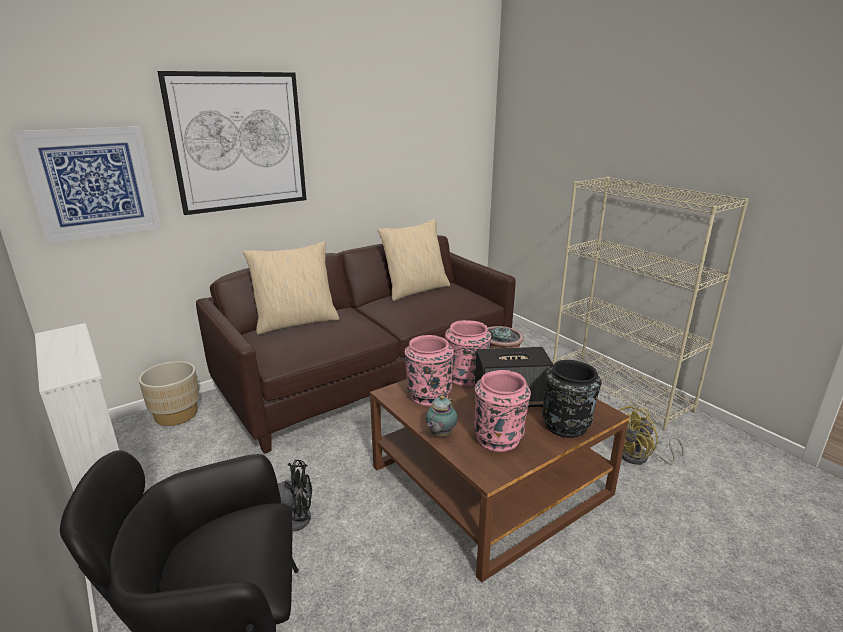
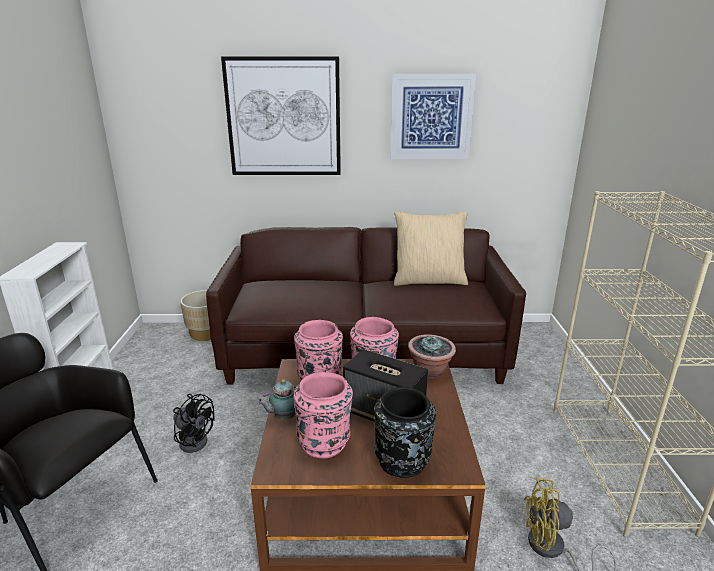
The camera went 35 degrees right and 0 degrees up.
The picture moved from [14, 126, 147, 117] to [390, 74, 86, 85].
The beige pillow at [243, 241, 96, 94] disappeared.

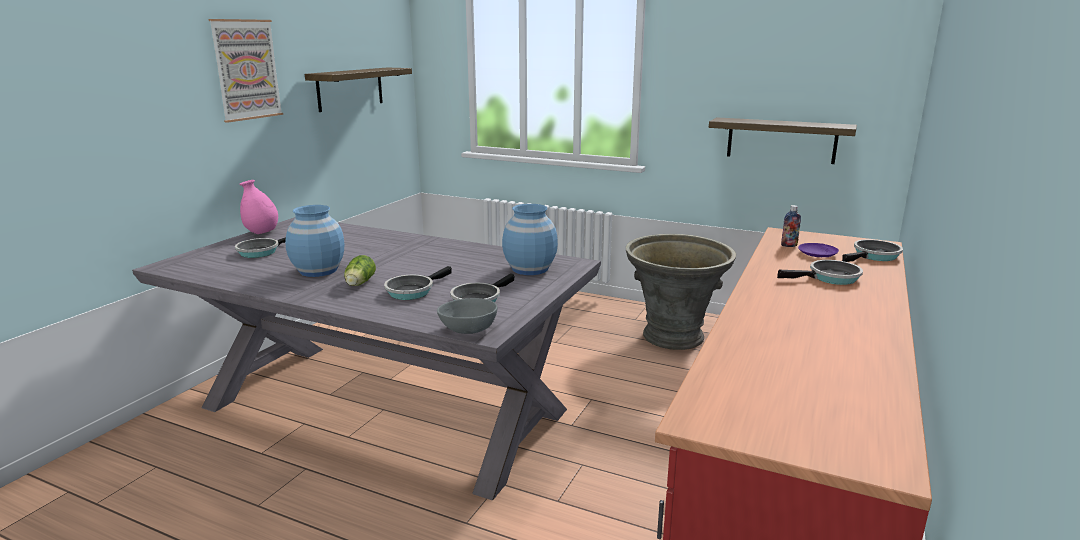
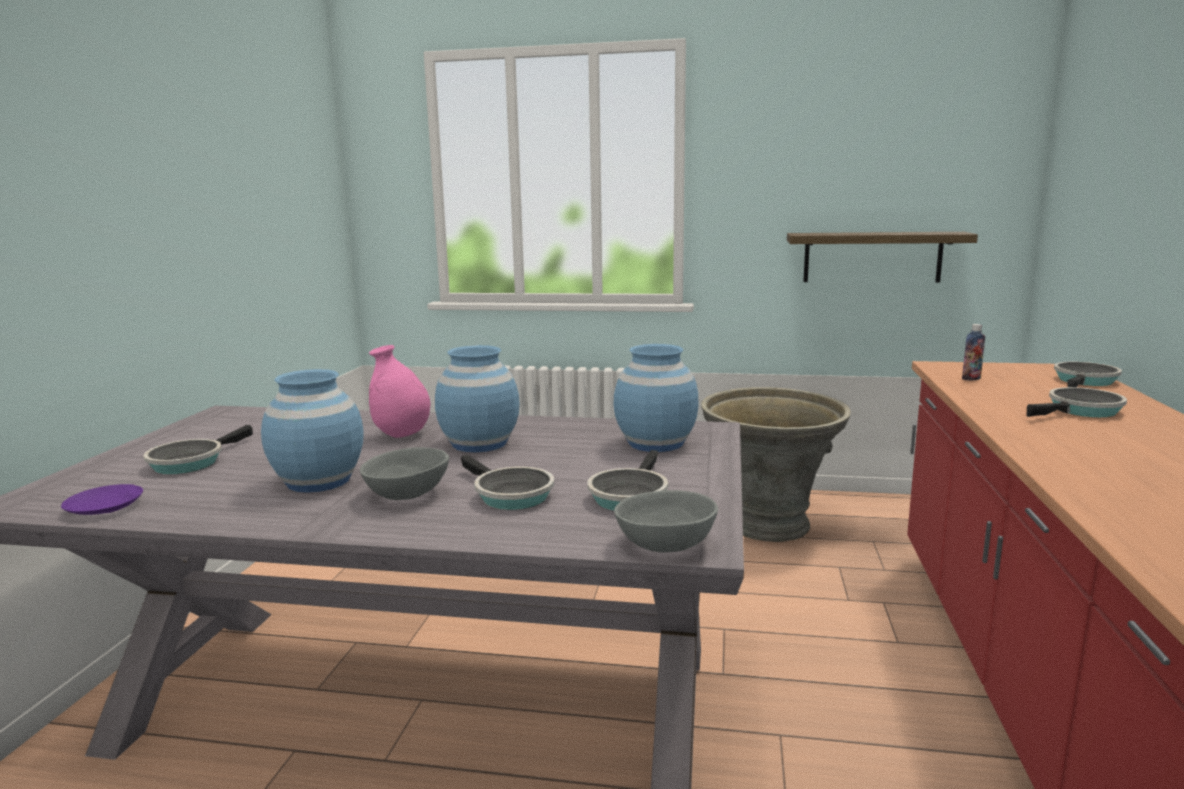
The camera went 15 degrees left and 5 degrees down.
The picture at [209, 19, 74, 104] disappeared.
The pink vase moved from [239, 180, 39, 54] to [369, 345, 61, 93].
The shelf at [305, 68, 107, 44] disappeared.
The lettuce at [344, 255, 32, 31] was replaced by the grey bowl at [360, 447, 89, 53].
The frying pan at [384, 266, 68, 34] turned 60 degrees counterclockwise.
The purple plate moved from [798, 243, 41, 14] to [61, 484, 82, 31].
The blue vase at [435, 345, 85, 107] appeared.

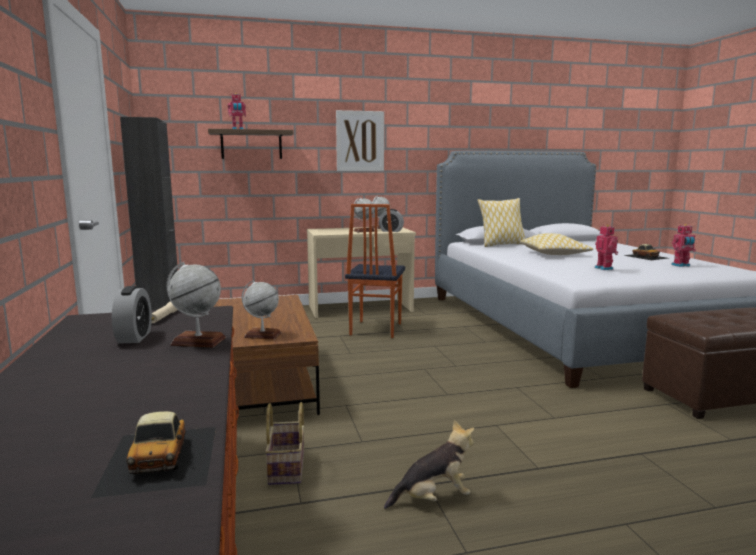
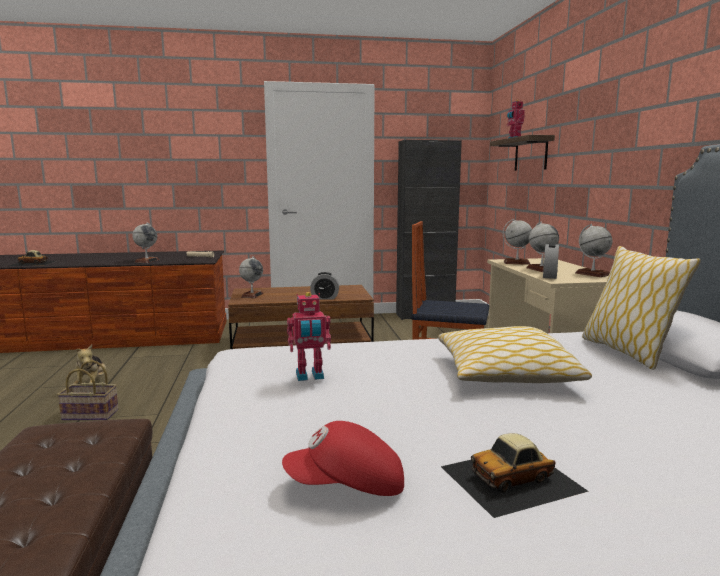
The camera went 95 degrees right and 0 degrees up.
The alarm clock moved from [112, 286, 40, 58] to [310, 272, 29, 28].
The basket moved from [265, 402, 39, 83] to [57, 360, 61, 60].
The picture at [336, 110, 48, 61] disappeared.
The toy robot at [671, 224, 25, 43] was replaced by the red cap at [282, 421, 122, 75].
The globe at [503, 219, 29, 46] appeared.

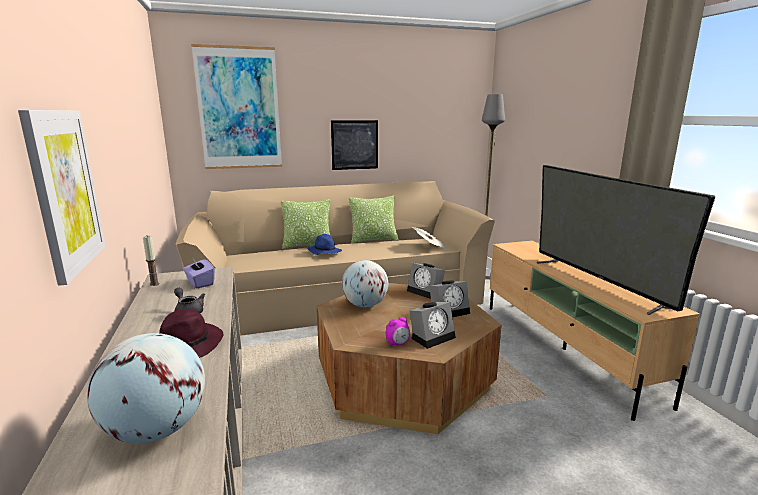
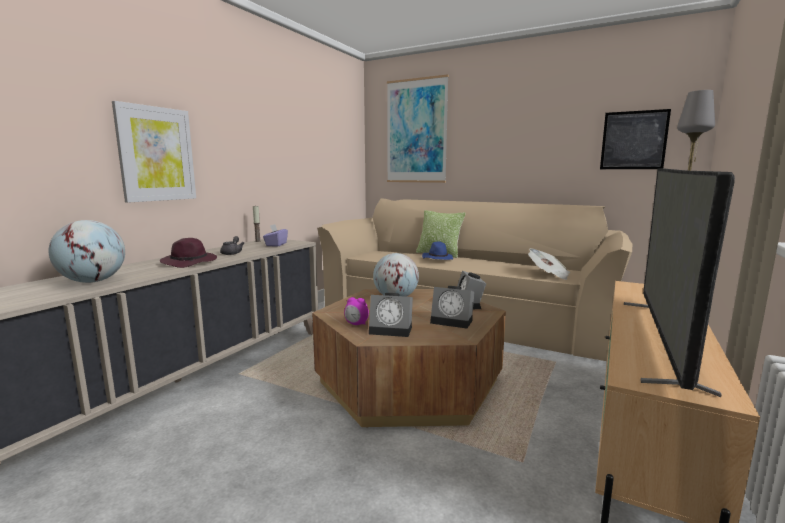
The camera went 45 degrees right and 5 degrees down.
The picture moved from [331, 120, 47, 50] to [600, 109, 71, 60].
The pillow at [349, 196, 50, 48] disappeared.

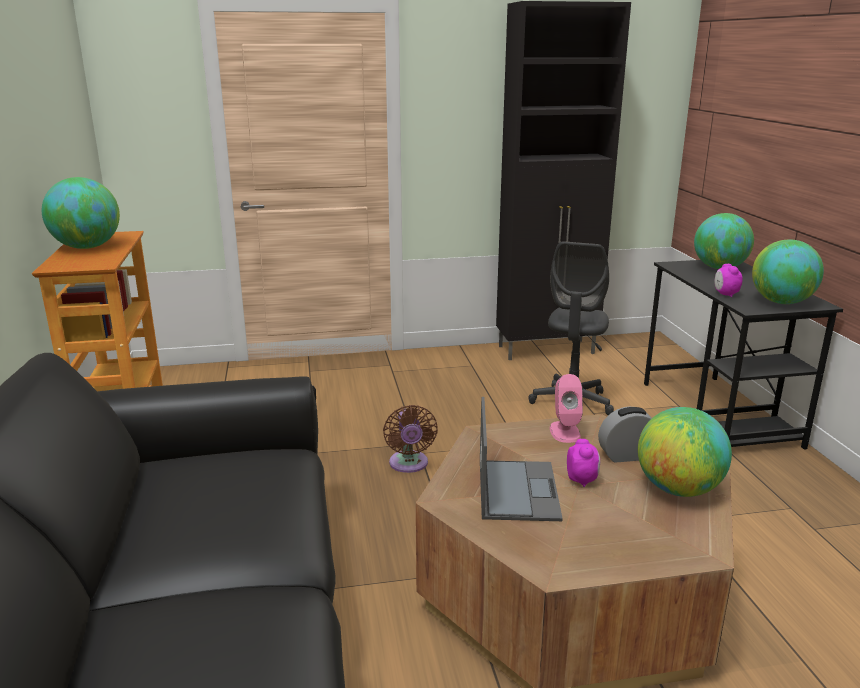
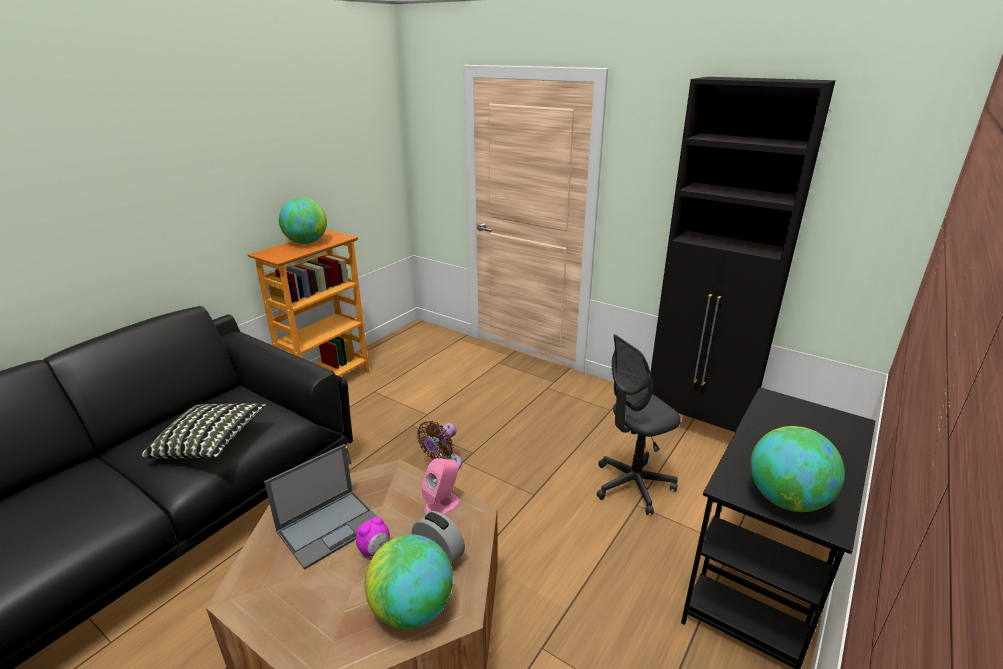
The camera went 45 degrees right and 5 degrees up.
The globe at [694, 213, 60, 56] disappeared.
The alarm clock at [714, 264, 29, 33] disappeared.
The pillow at [141, 403, 125, 56] appeared.

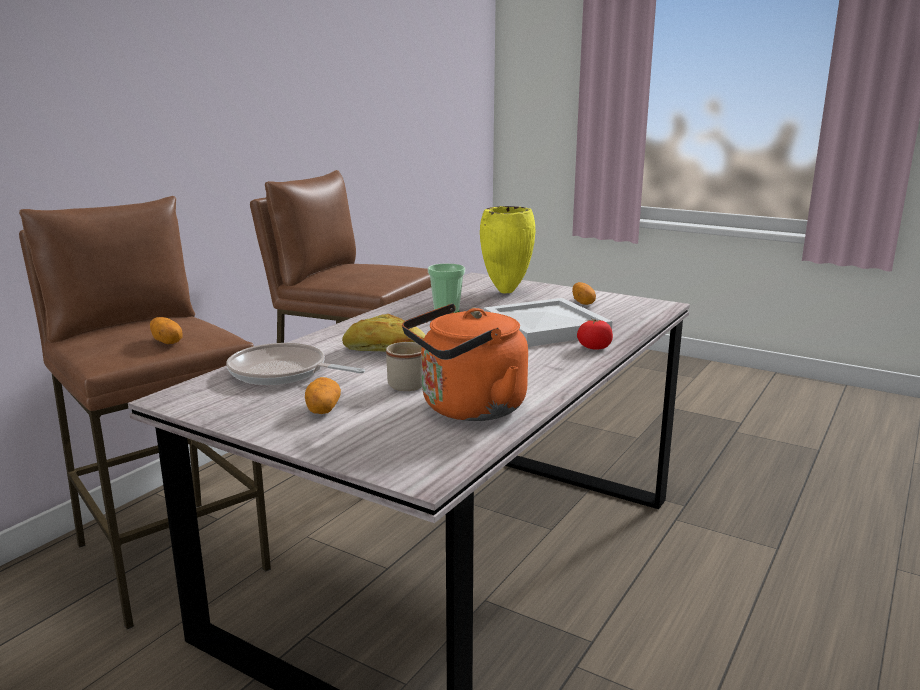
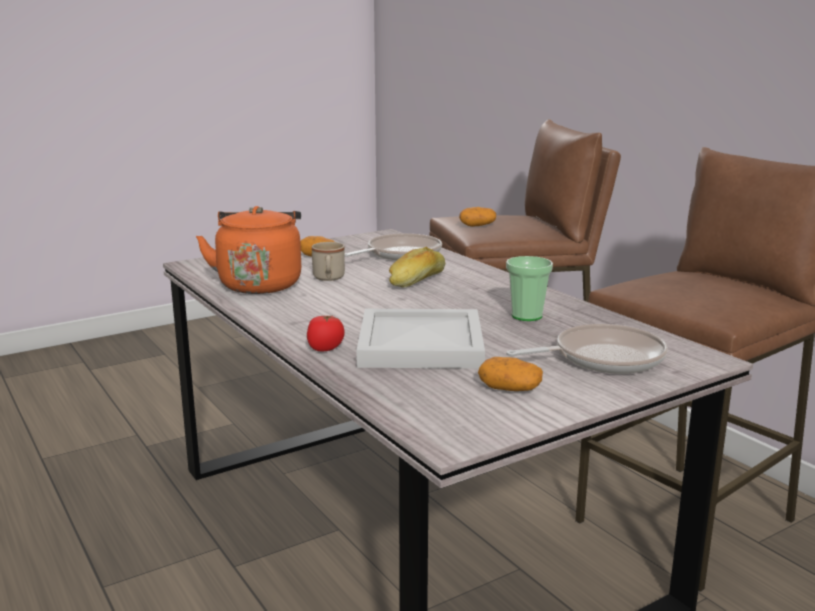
The camera went 115 degrees right and 0 degrees up.
The yellow vase at [480, 206, 55, 88] was replaced by the frying pan at [506, 324, 162, 50].

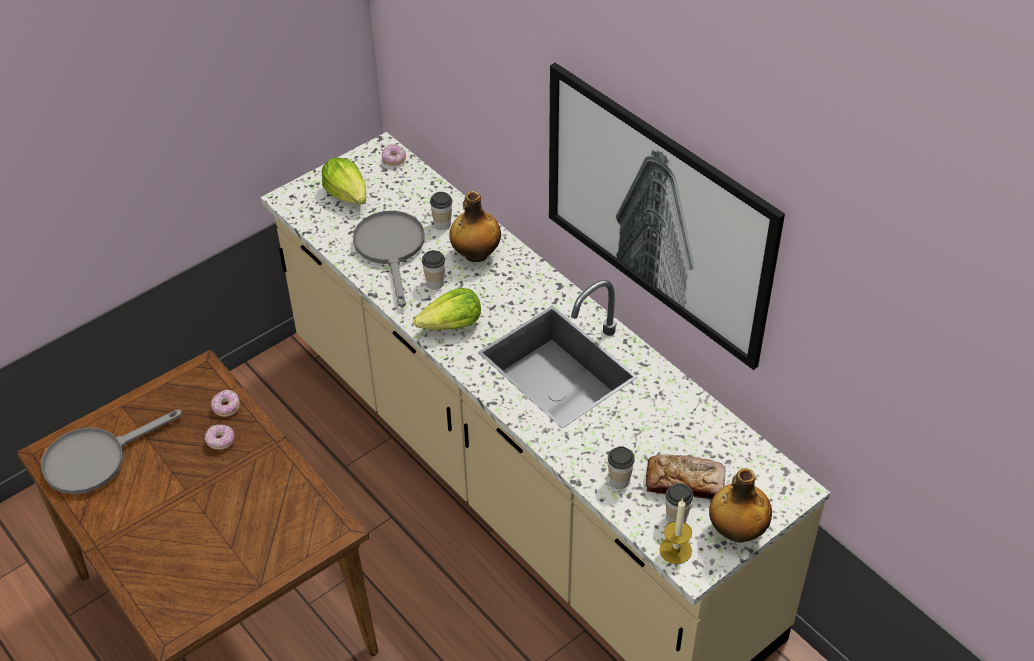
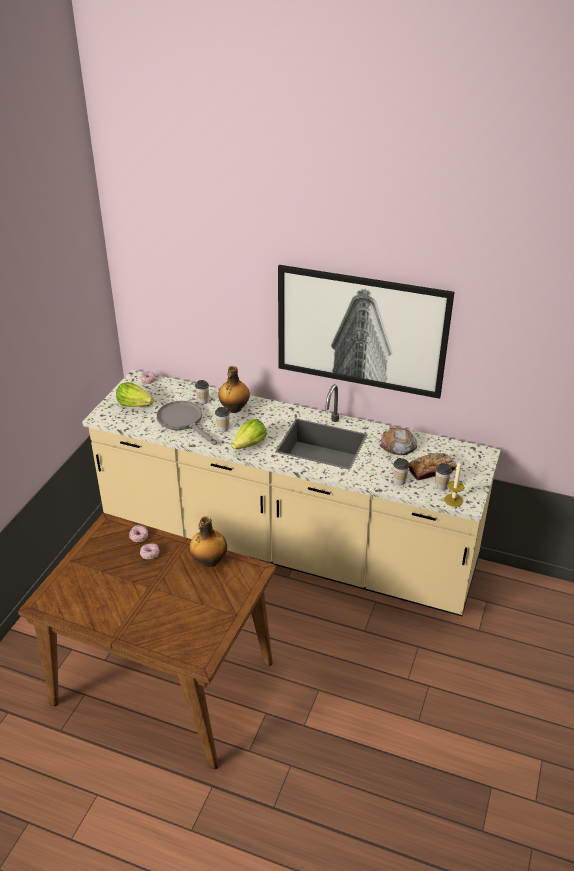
The camera went 30 degrees left and 10 degrees down.
The grey frying pan at [41, 410, 141, 84] disappeared.
The bottle moved from [709, 468, 63, 75] to [189, 516, 38, 51].
The bread at [379, 427, 38, 28] appeared.

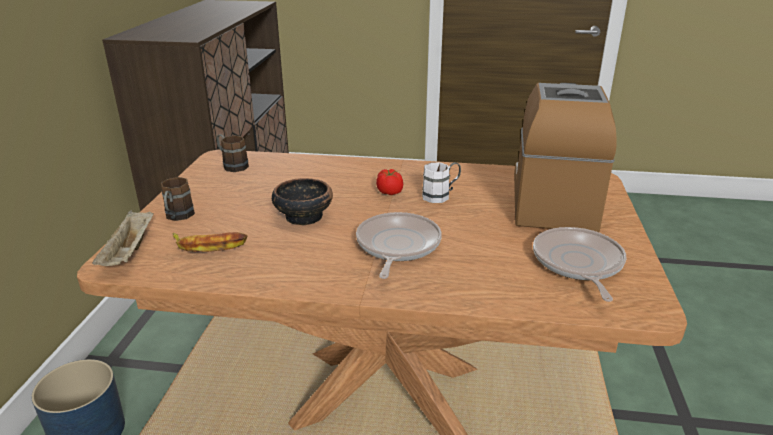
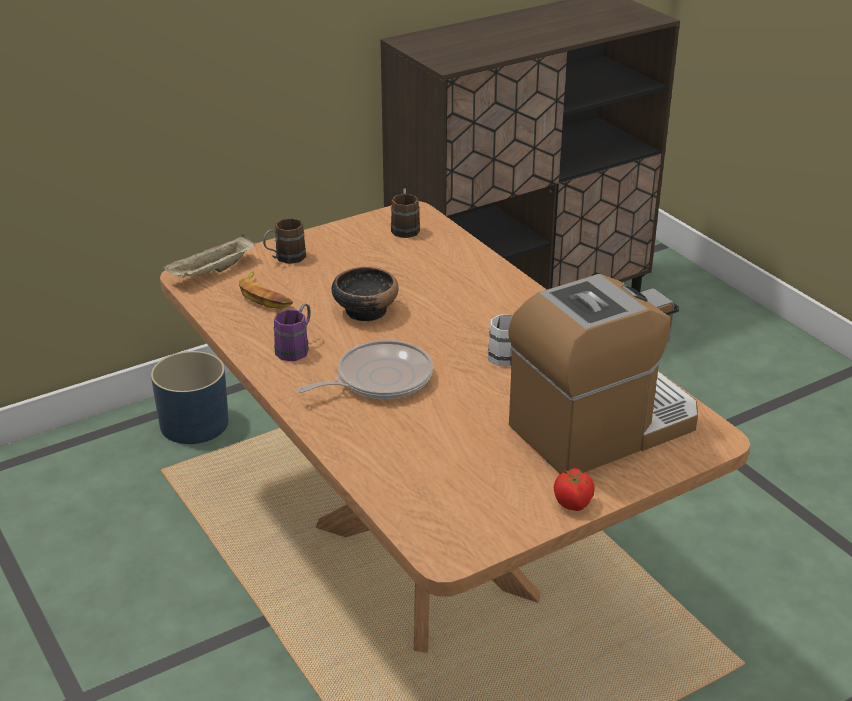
The camera went 50 degrees right and 5 degrees up.
The tomato moved from [376, 169, 27, 26] to [554, 468, 41, 43].
The frying pan at [533, 227, 94, 75] disappeared.
The purple mug at [274, 304, 37, 57] appeared.

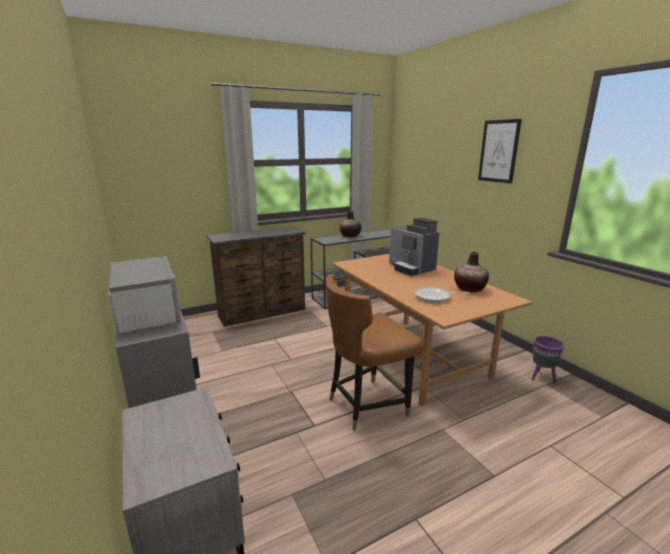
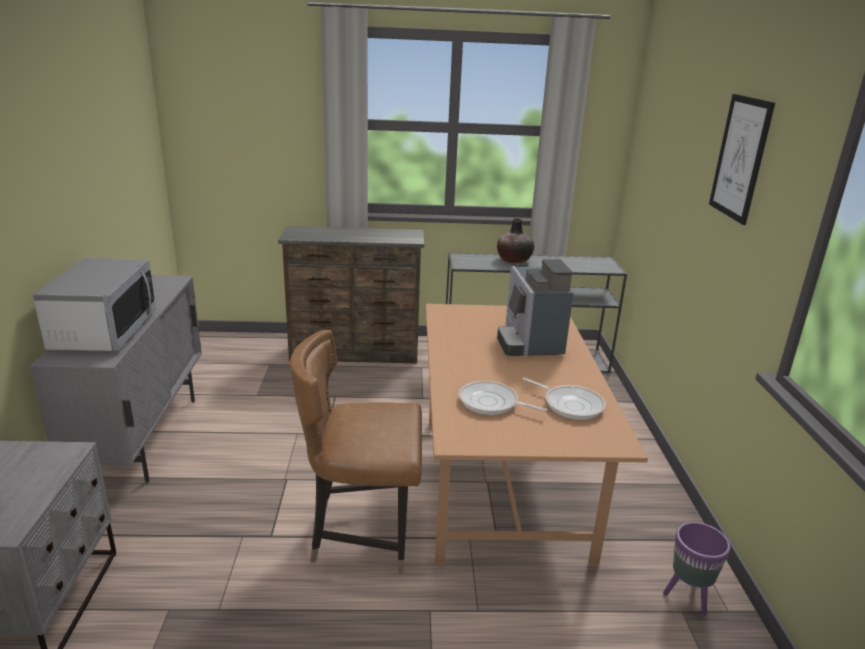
The camera went 25 degrees right and 5 degrees up.
The vase at [454, 252, 35, 41] was replaced by the frying pan at [523, 378, 83, 42].

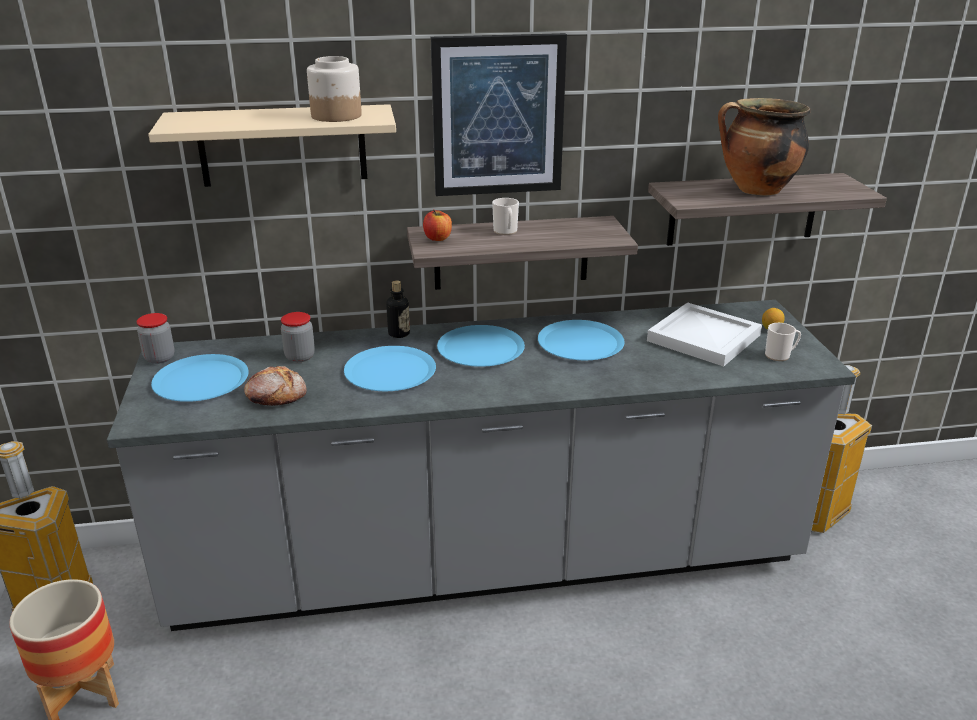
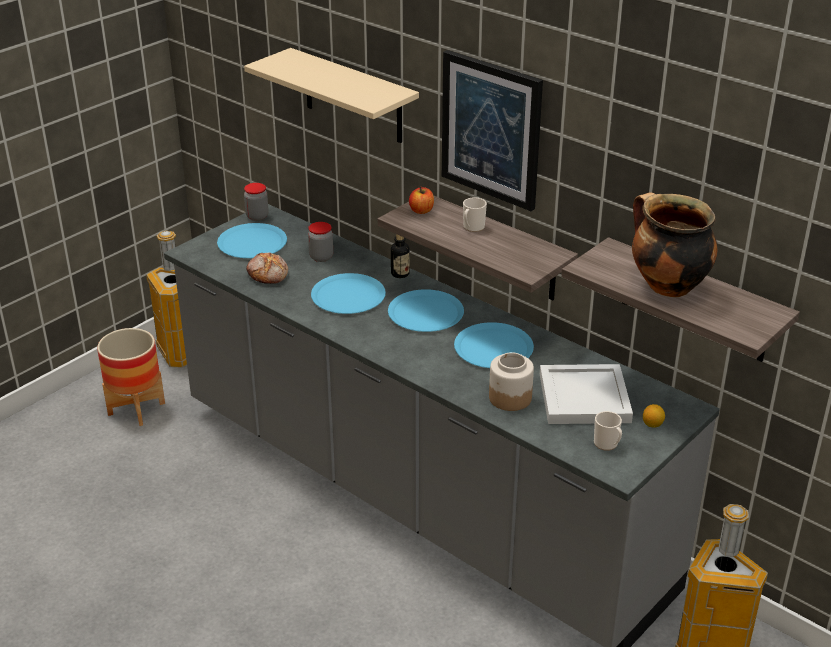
The camera went 50 degrees right and 5 degrees up.
The jar moved from [307, 56, 55, 66] to [489, 352, 45, 59].

